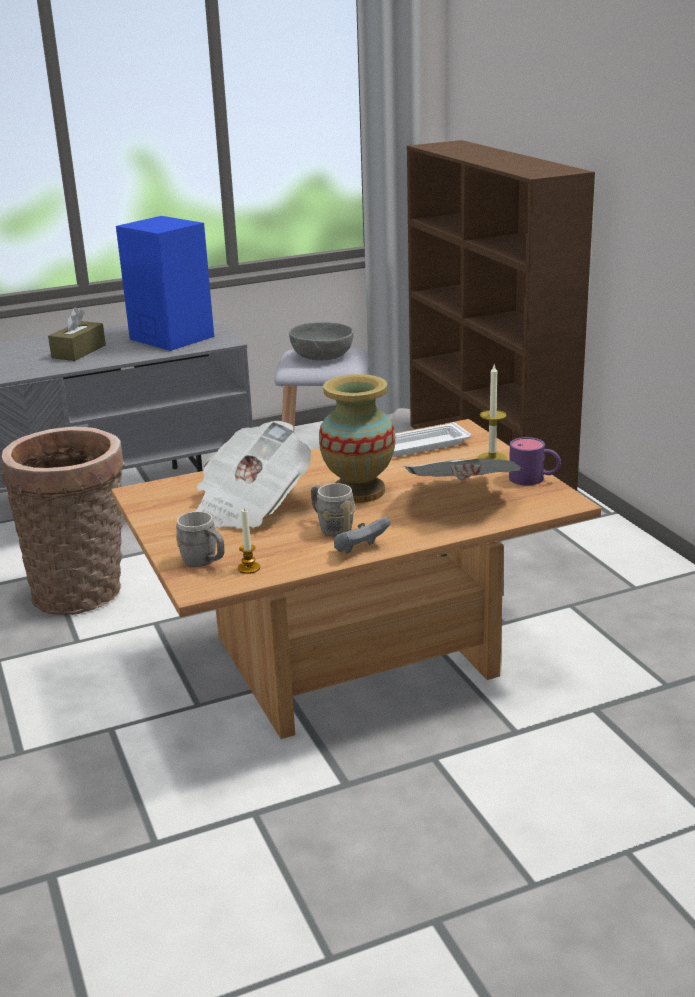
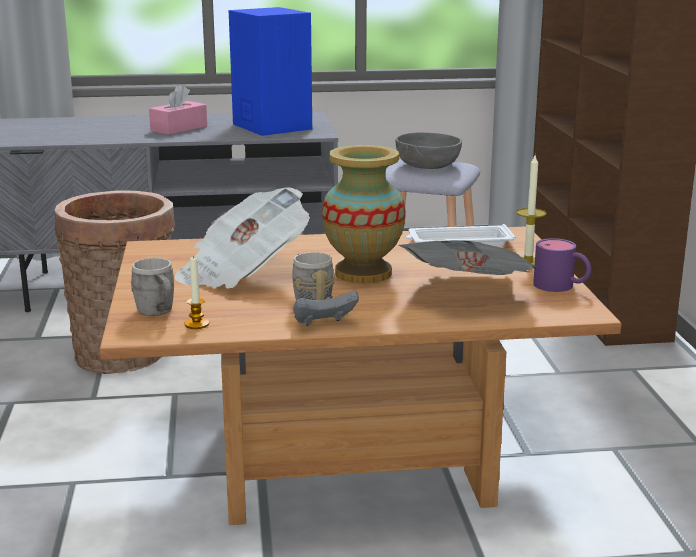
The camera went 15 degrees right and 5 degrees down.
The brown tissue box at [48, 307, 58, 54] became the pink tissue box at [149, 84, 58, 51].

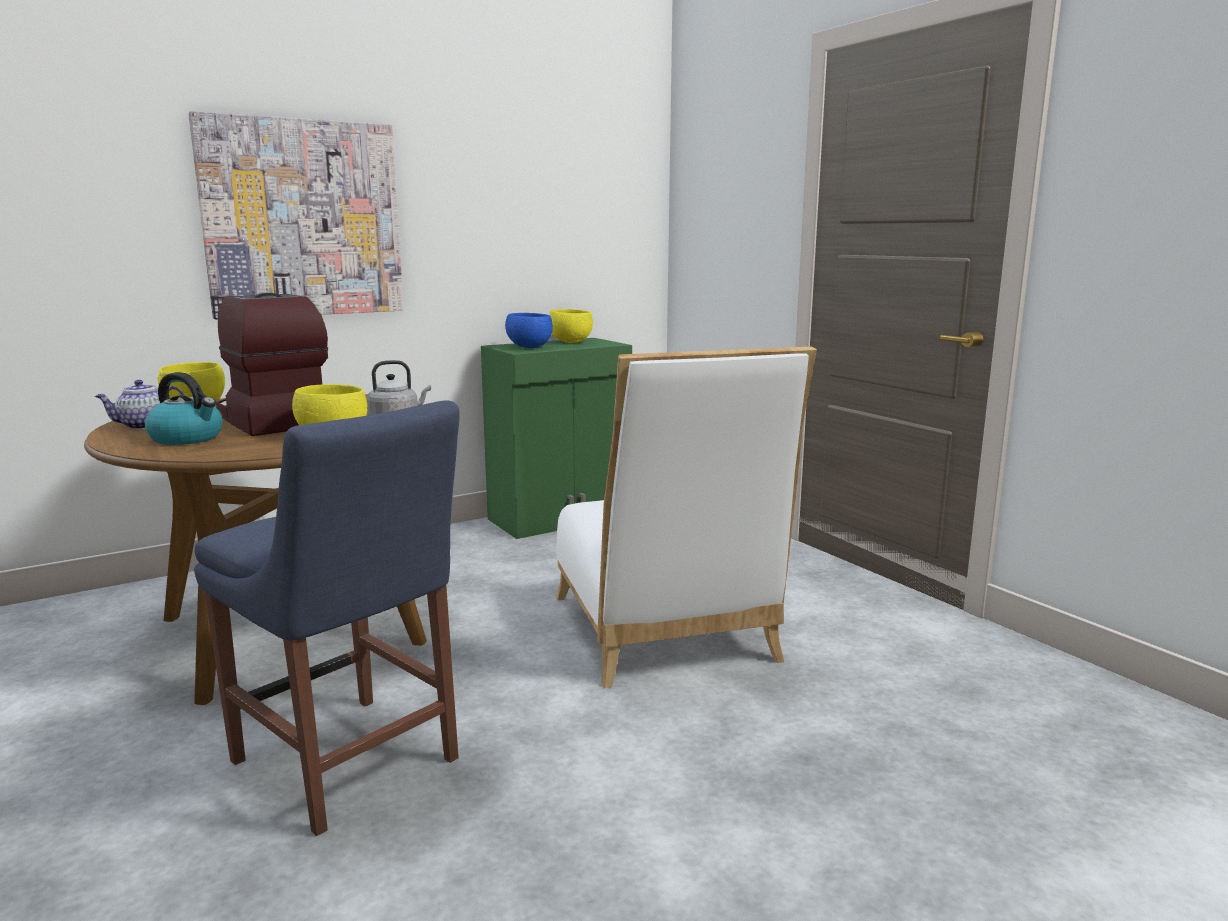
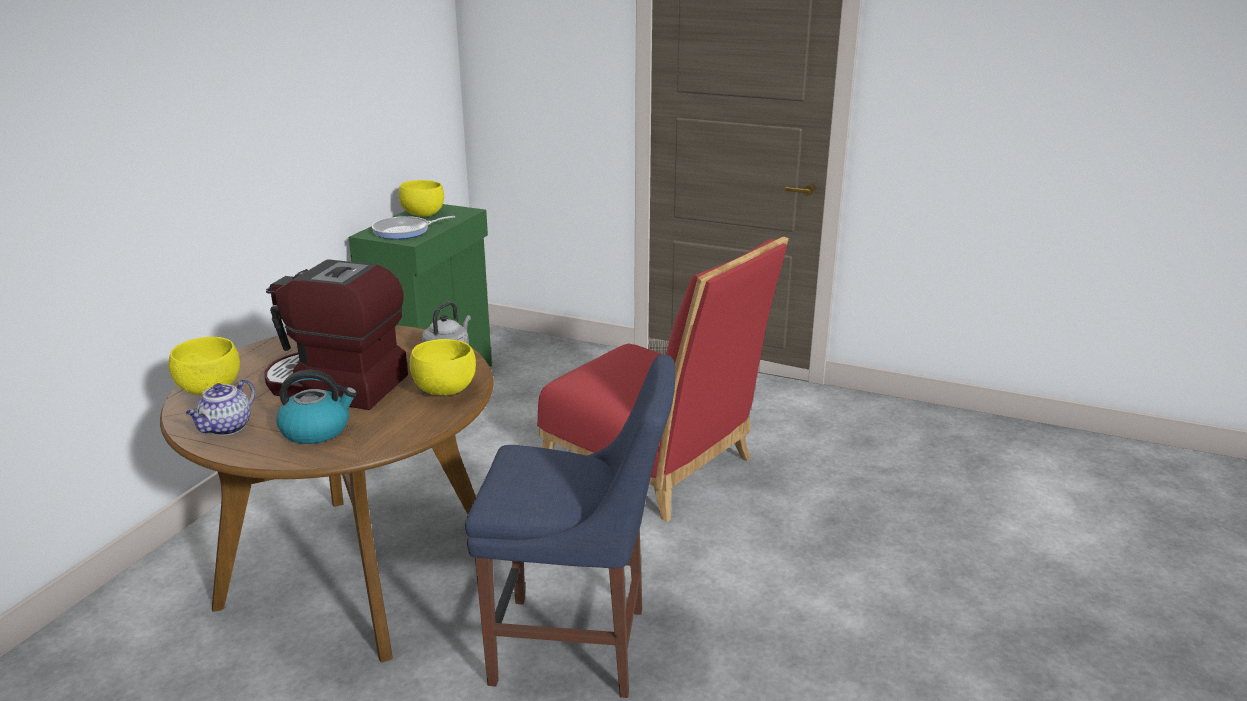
The camera went 35 degrees left and 10 degrees up.
The picture at [188, 111, 216, 209] disappeared.
The blue bowl at [505, 313, 48, 35] was replaced by the frying pan at [372, 216, 84, 23].
The white chair at [556, 347, 261, 341] became the red chair at [537, 237, 252, 285].

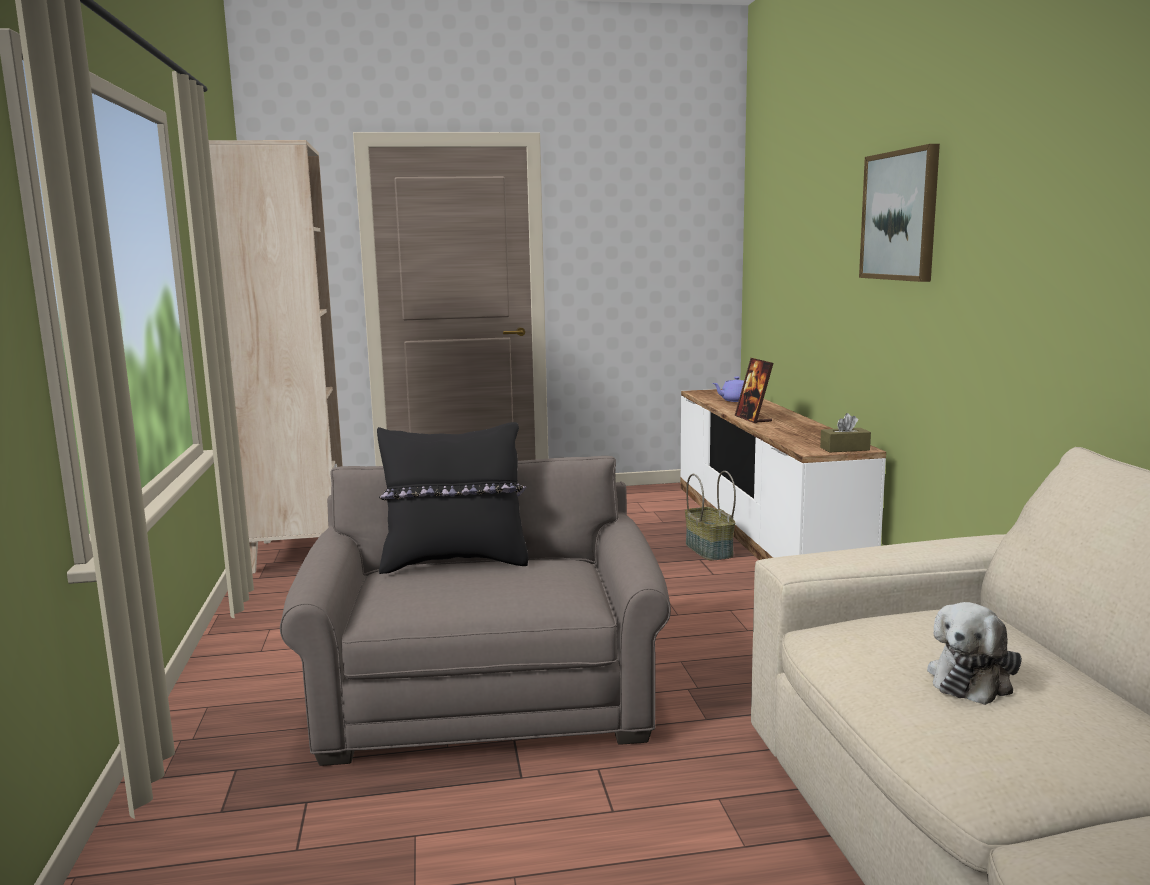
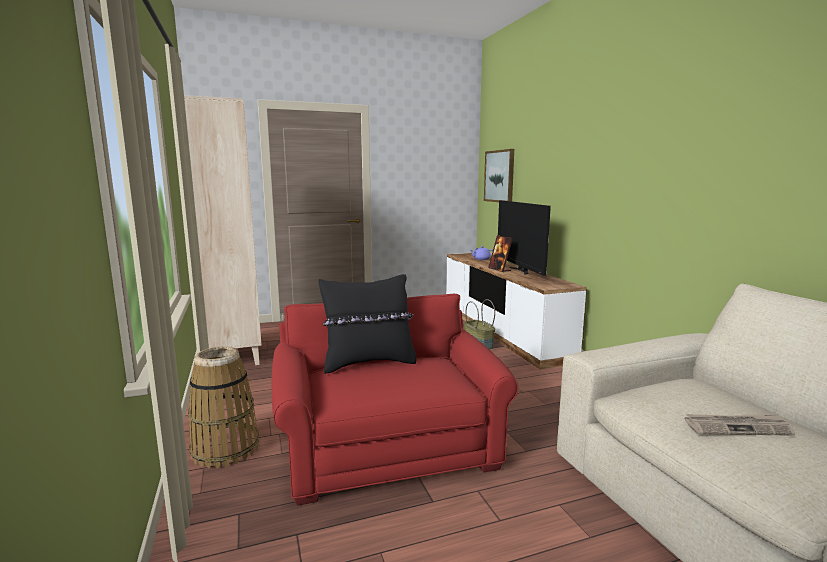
The camera went 10 degrees left and 0 degrees up.
The grey armchair at [280, 456, 391, 310] became the red armchair at [272, 294, 246, 211].
The brown tissue box at [820, 413, 51, 39] disappeared.
The picture moved from [859, 144, 81, 138] to [484, 149, 30, 53].
The plush toy at [927, 602, 95, 103] was replaced by the newspaper at [684, 413, 111, 23].
The basket at [188, 346, 71, 122] appeared.
The television at [498, 200, 53, 76] appeared.

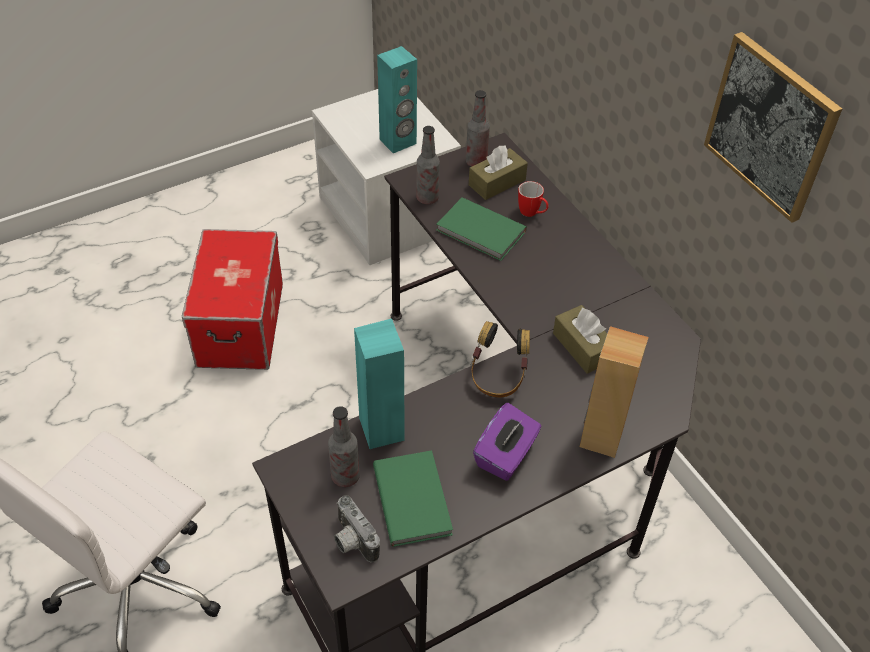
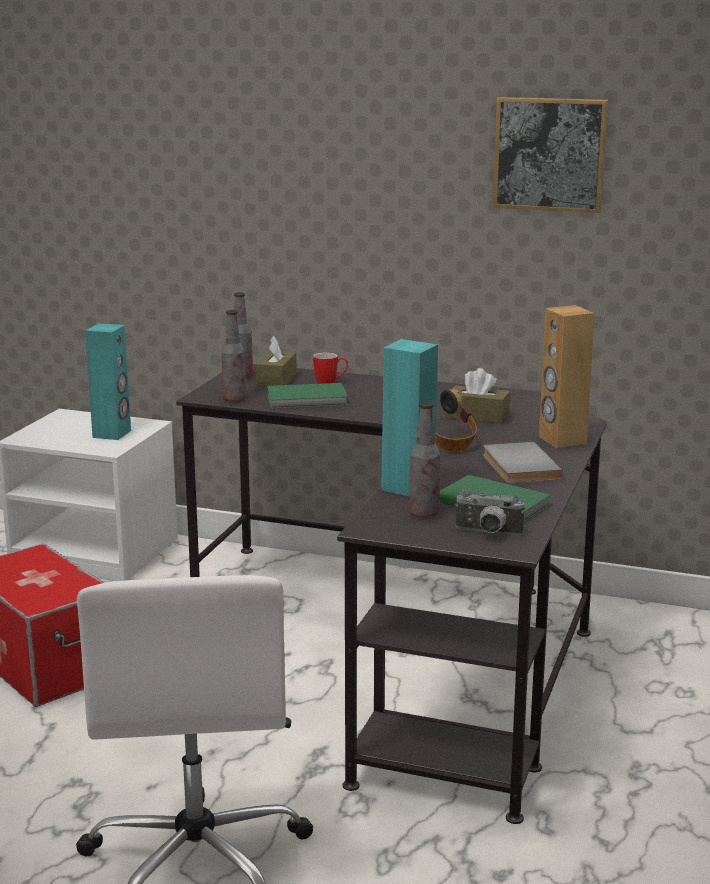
The camera went 40 degrees left and 30 degrees down.
The purple tissue box at [473, 403, 68, 78] was replaced by the grey book at [483, 442, 80, 41].

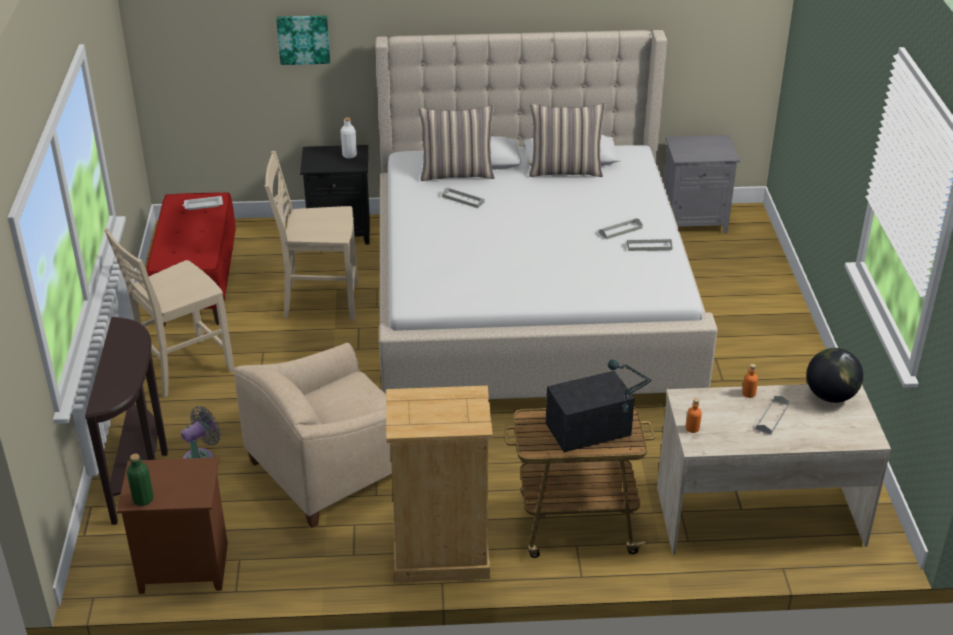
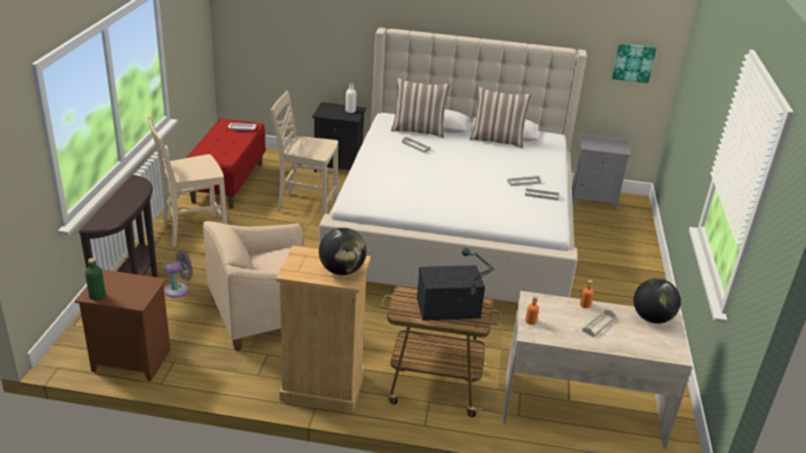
The camera went 10 degrees right and 5 degrees down.
The picture moved from [276, 16, 54, 49] to [612, 43, 44, 40].
The globe at [319, 228, 47, 47] appeared.

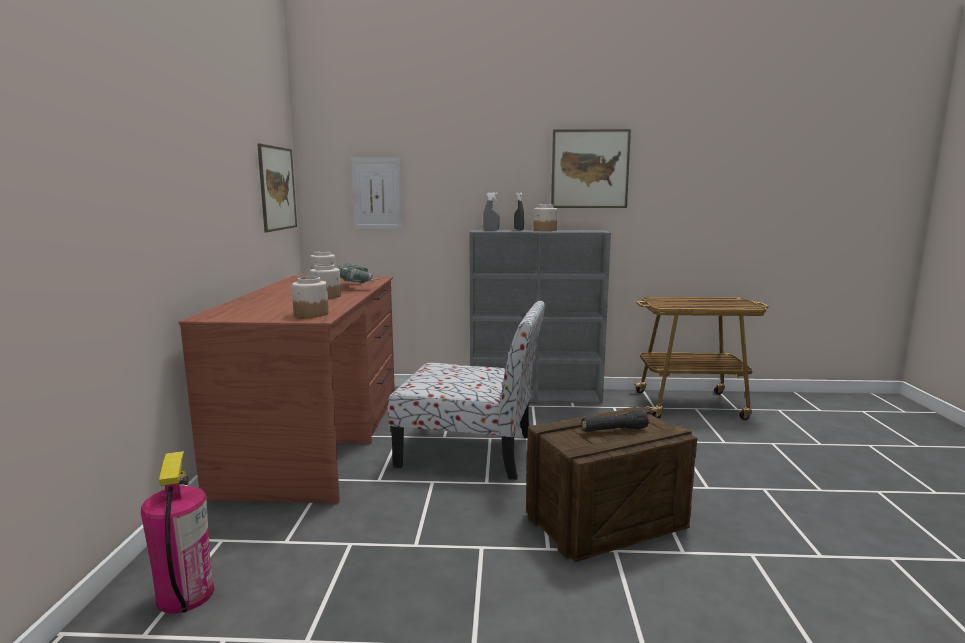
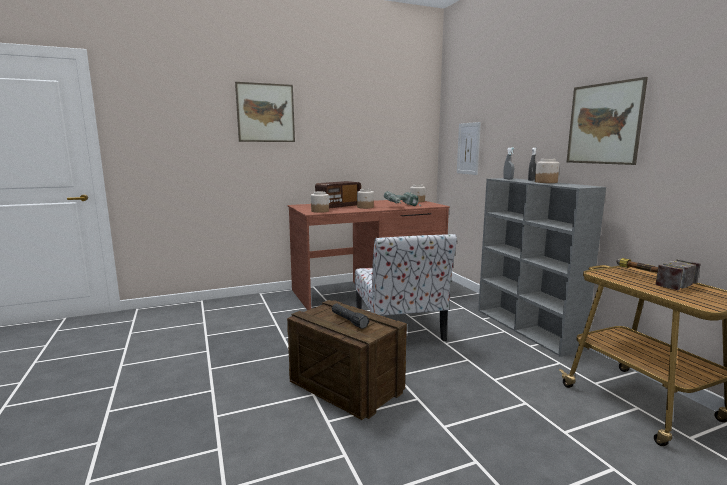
The camera went 65 degrees right and 0 degrees up.
The fire extinguisher at [141, 451, 73, 163] disappeared.
The picture moved from [257, 144, 40, 88] to [235, 82, 60, 60].
The radio at [315, 181, 46, 27] appeared.
The hammer at [616, 258, 85, 32] appeared.

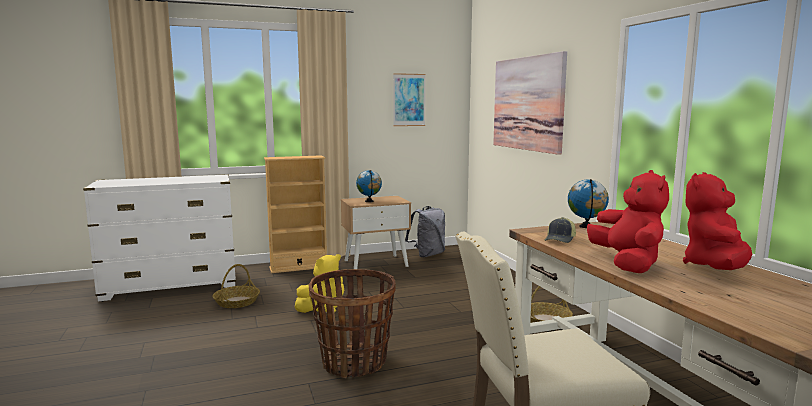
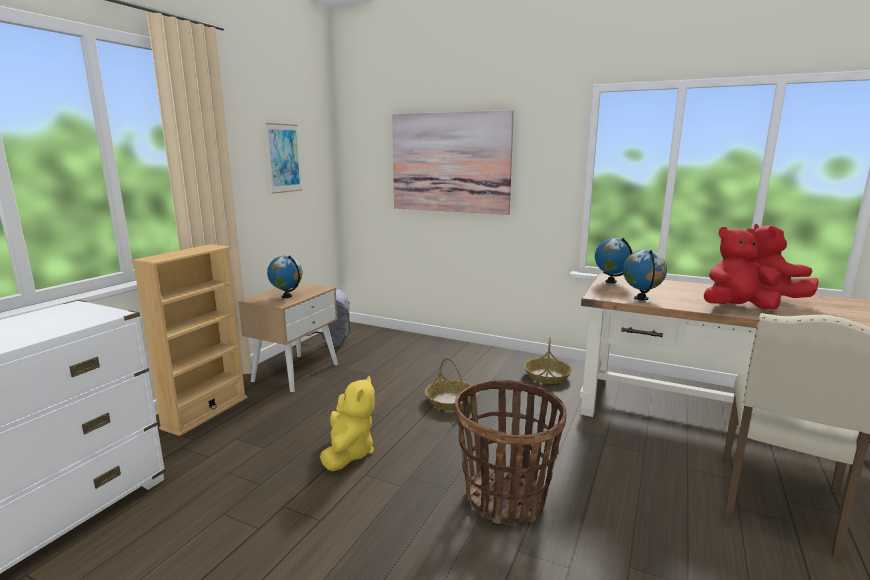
The camera went 45 degrees left and 5 degrees up.
The basket moved from [213, 264, 47, 44] to [425, 358, 53, 53].
The cap at [545, 217, 31, 26] was replaced by the globe at [623, 249, 44, 51].
The red plush toy at [587, 170, 82, 103] turned 45 degrees counterclockwise.

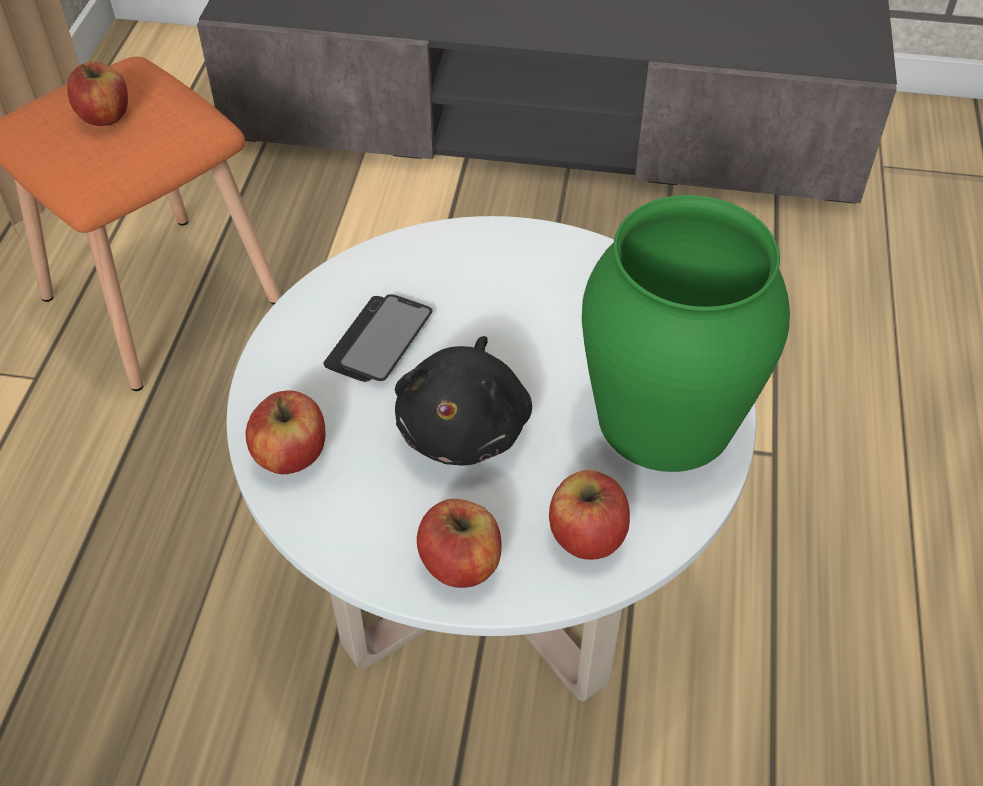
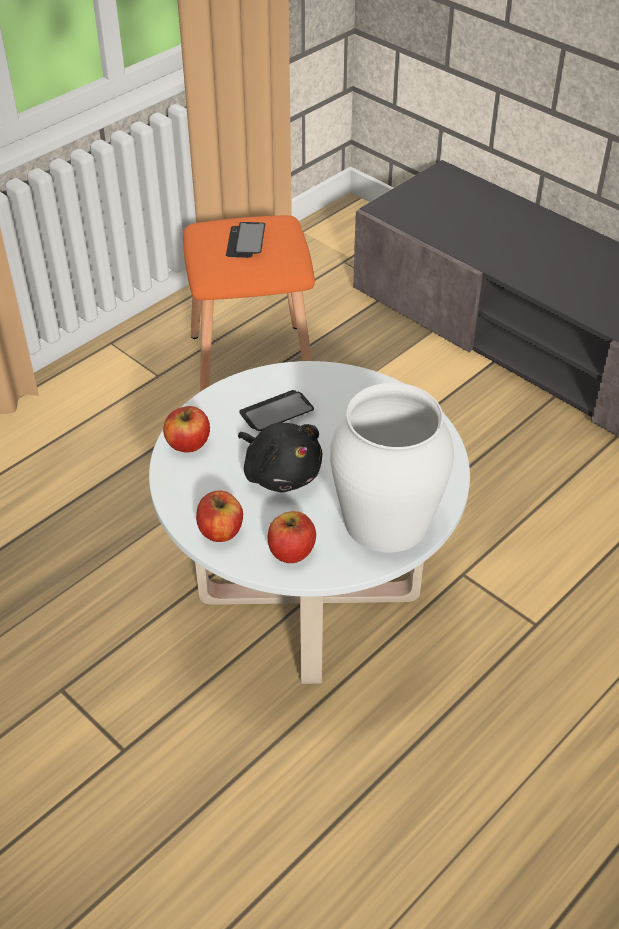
The camera went 35 degrees right and 5 degrees down.
The apple at [67, 62, 61, 64] was replaced by the phone at [226, 222, 39, 36].
The black plush toy at [395, 336, 137, 130] turned 90 degrees counterclockwise.
The green vase at [582, 195, 208, 277] became the white vase at [330, 383, 124, 170].

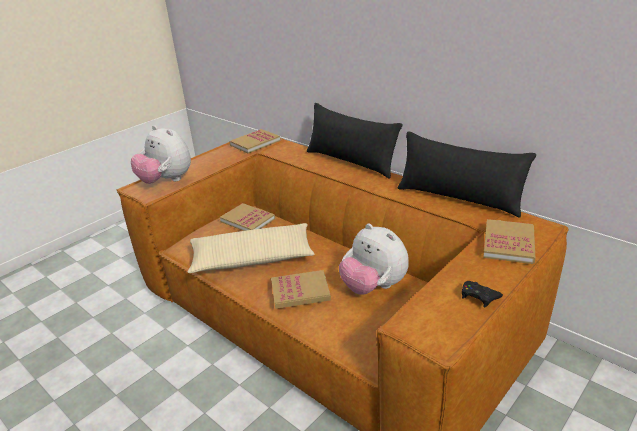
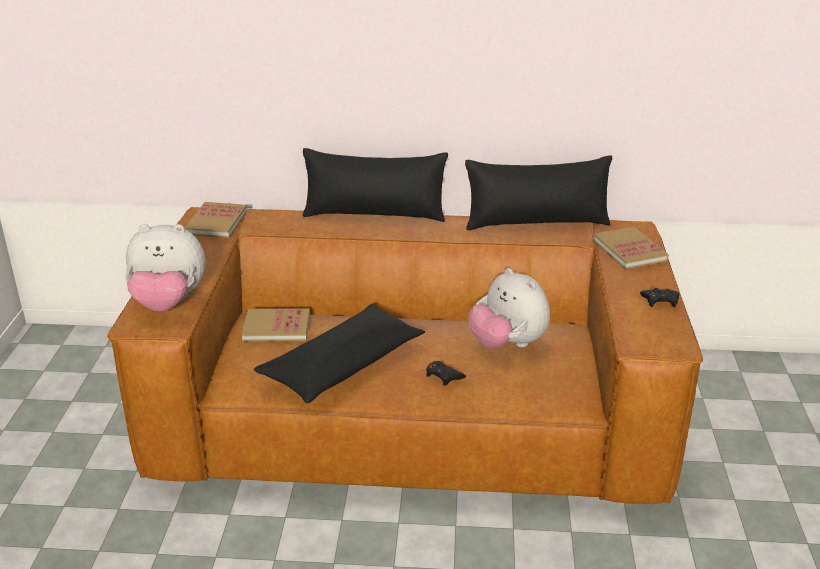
The camera went 40 degrees left and 0 degrees up.
The beige pillow at [188, 223, 127, 50] became the black pillow at [254, 304, 171, 99].
The book at [271, 270, 60, 39] was replaced by the black game controller at [426, 361, 40, 25].
The plush toy at [339, 224, 70, 71] turned 45 degrees clockwise.

